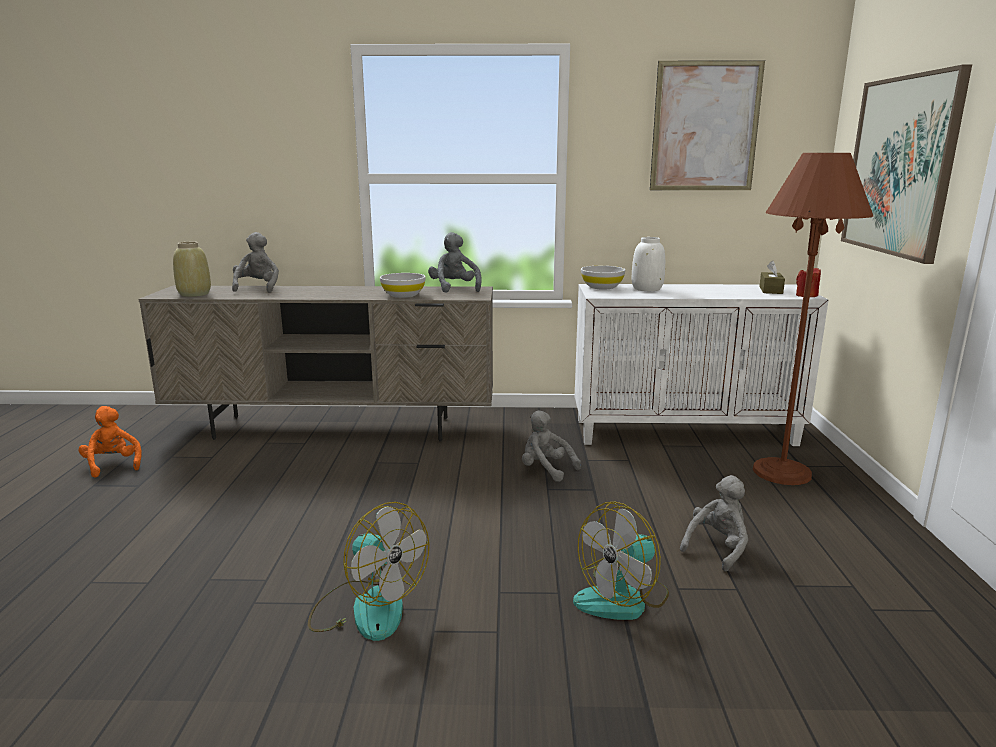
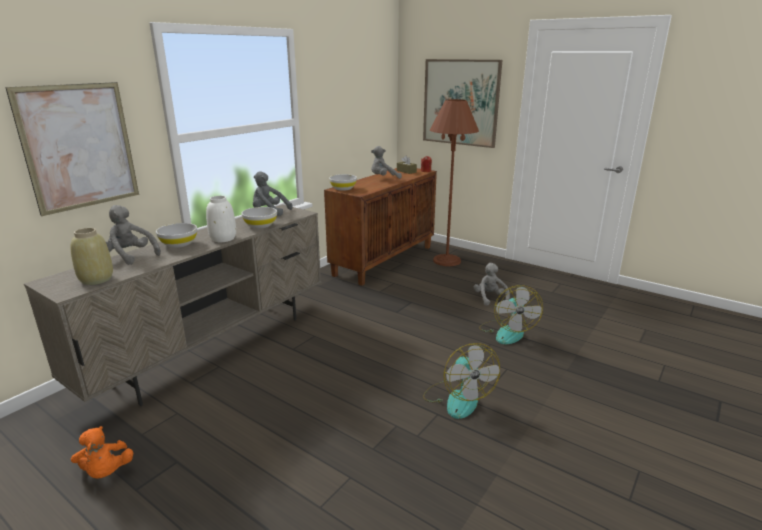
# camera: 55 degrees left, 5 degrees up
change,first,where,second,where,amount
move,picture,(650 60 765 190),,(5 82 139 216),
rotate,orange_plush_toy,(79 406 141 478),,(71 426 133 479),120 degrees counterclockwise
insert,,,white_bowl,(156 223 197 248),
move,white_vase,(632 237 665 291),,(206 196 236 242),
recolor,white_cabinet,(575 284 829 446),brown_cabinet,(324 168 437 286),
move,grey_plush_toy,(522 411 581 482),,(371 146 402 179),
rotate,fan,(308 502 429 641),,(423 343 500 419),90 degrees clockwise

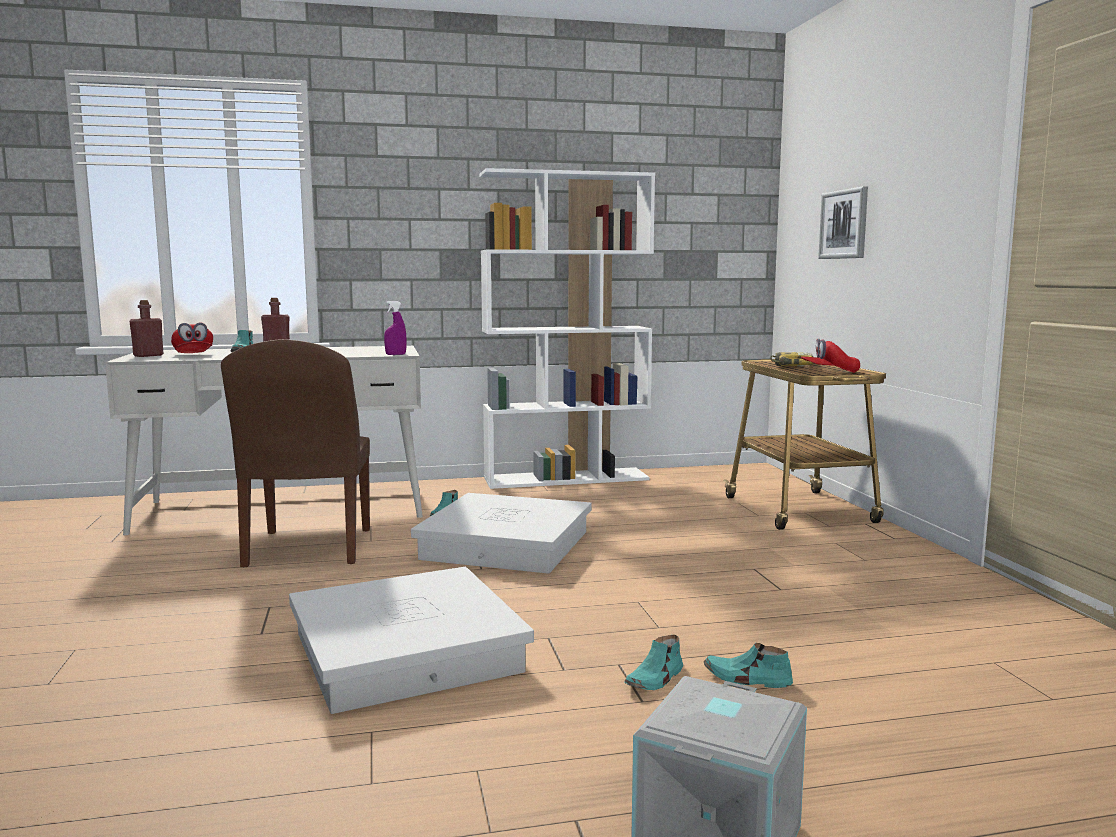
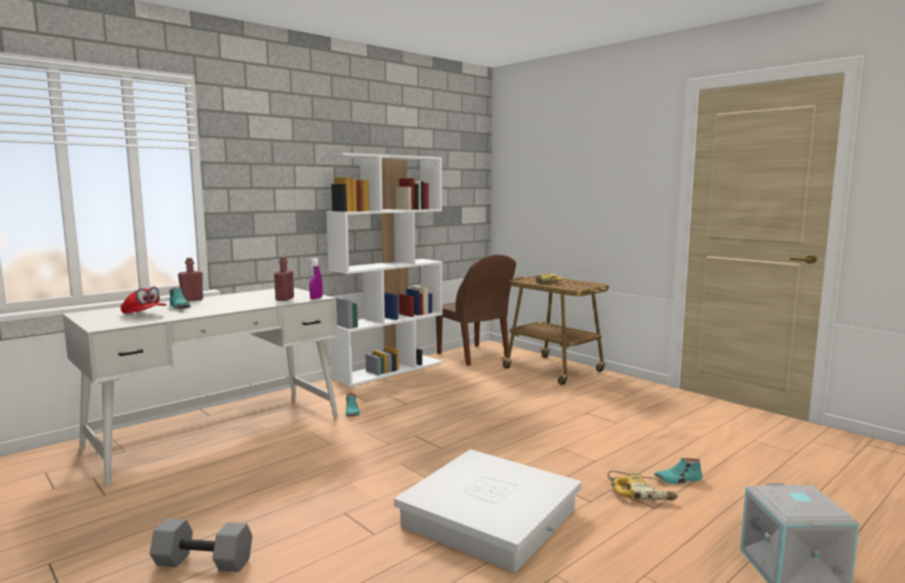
# camera: 30 degrees left, 0 degrees up
change,first,where,second,where,amount
insert,,,grey_dumbbell,(150 518 253 572),
move,red_bottle,(129 300 163 357),,(274 257 294 301),
move,brown_chair,(221 339 370 567),,(436 255 516 366),
replace,turquoise_shoe,(624 635 683 690),power_drill,(607 471 678 501),
delete,white_storage_box,(411 493 592 574),,,
delete,red_cap,(801 338 860 373),,,
delete,picture,(818 186 868 259),,,

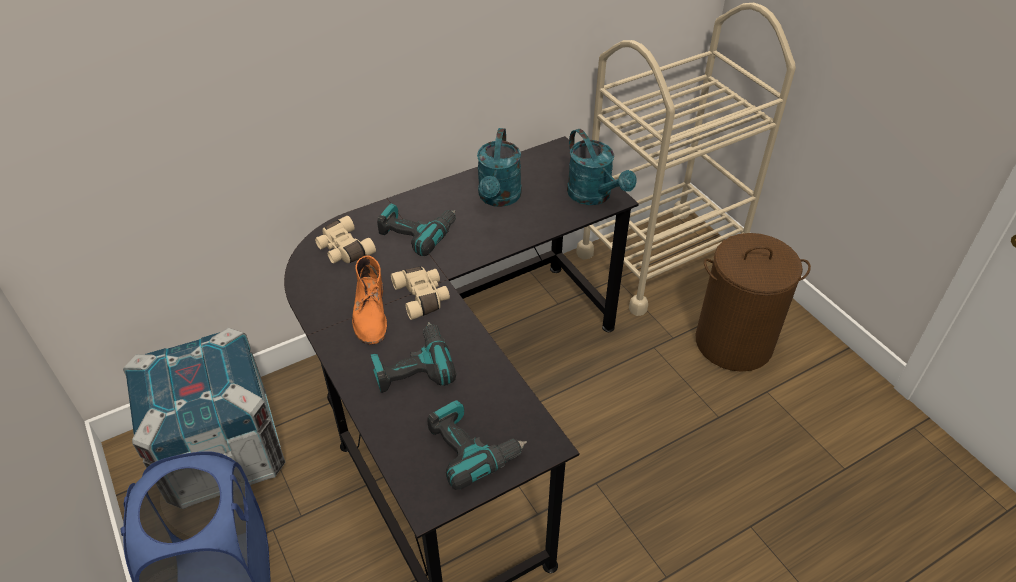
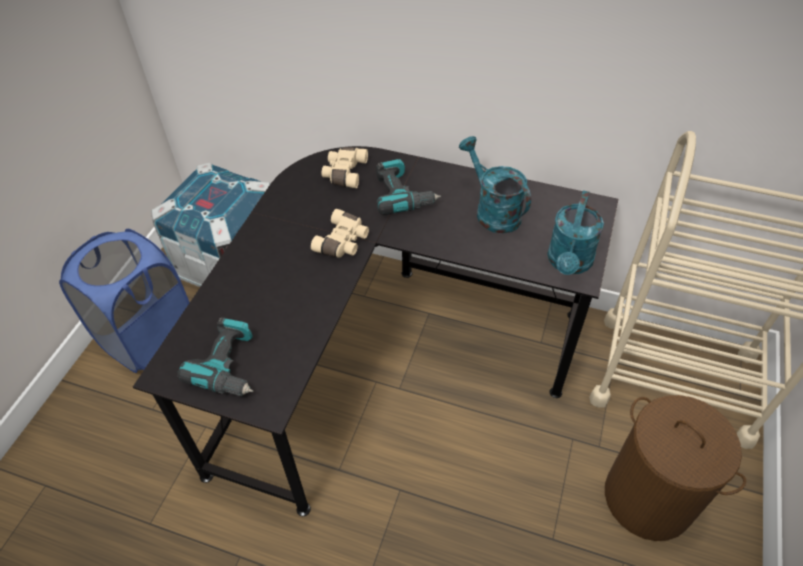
# camera: 50 degrees right, 5 degrees up
change,first,where,second,where,amount
rotate,turquoise_watering_can,(477 128 522 207),,(459 136 531 234),90 degrees clockwise
delete,orange_boot,(352 255 387 345),,,
delete,power_drill,(371 322 456 393),,,

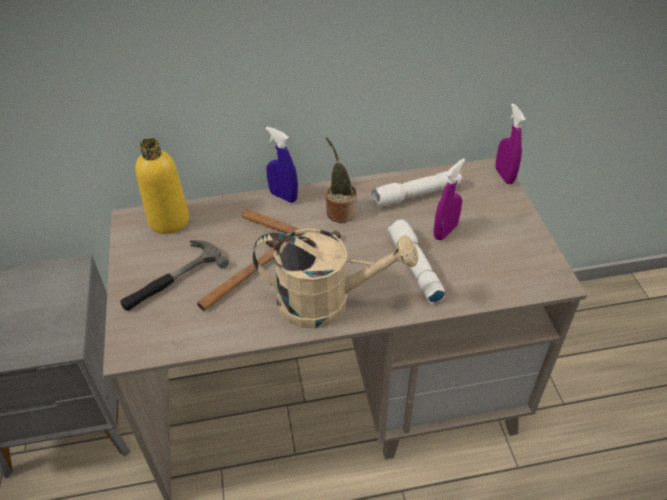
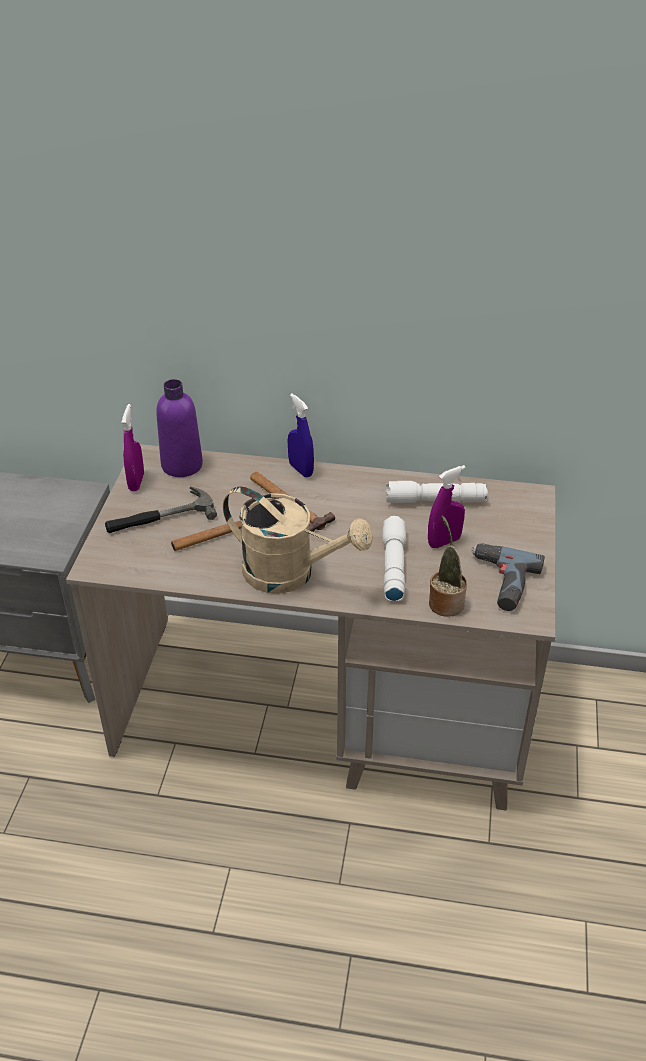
# camera: 20 degrees right, 5 degrees down
change,first,where,second,where,amount
move,purple_spray_bottle,(495 103 526 184),,(121 404 144 491),
recolor,yellow_bottle,(135 138 189 234),purple_bottle,(156 379 203 477),
move,potted_plant,(325 137 357 223),,(429 516 467 617),
insert,,,power_drill,(472 543 545 611),

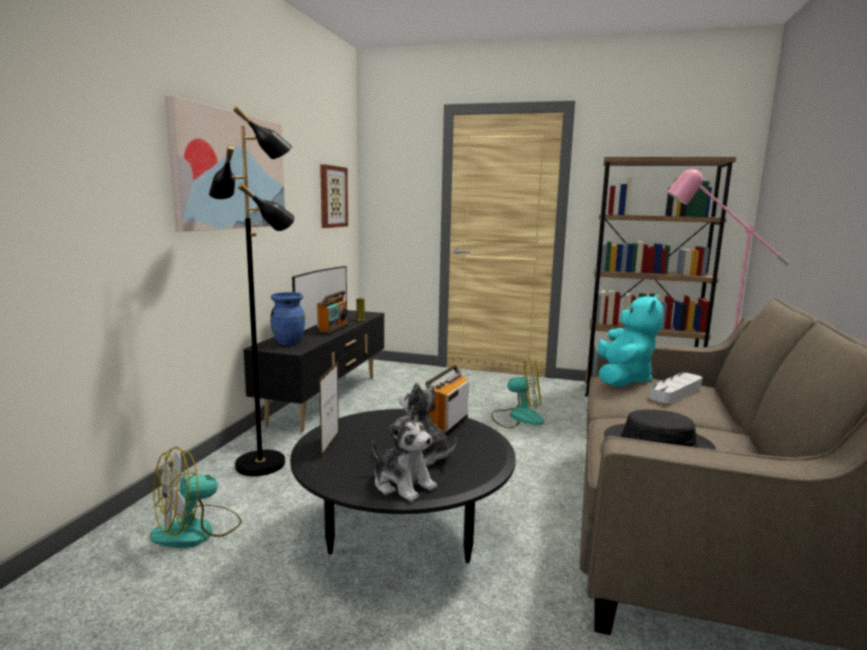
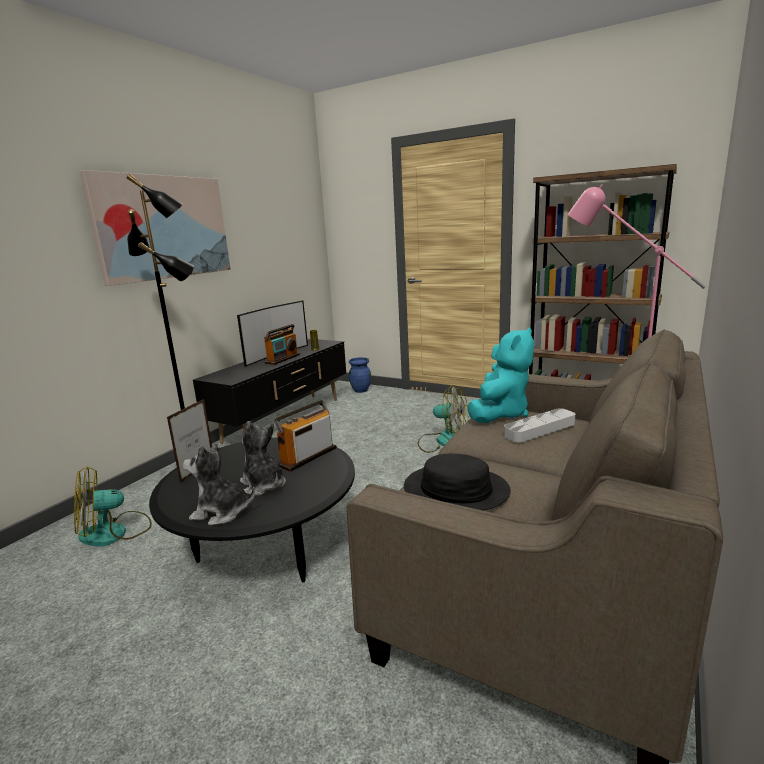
# camera: 15 degrees right, 5 degrees up
change,first,where,second,where,amount
rotate,plush_toy,(372 405 437 502),,(183 443 255 526),135 degrees clockwise
move,blue_vase,(270 292 305 345),,(349 357 371 393),
delete,picture,(320 164 348 228),,,

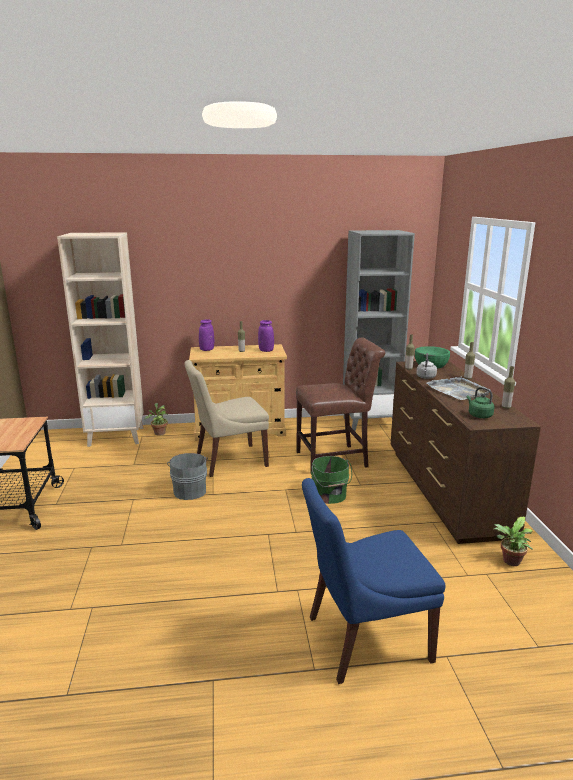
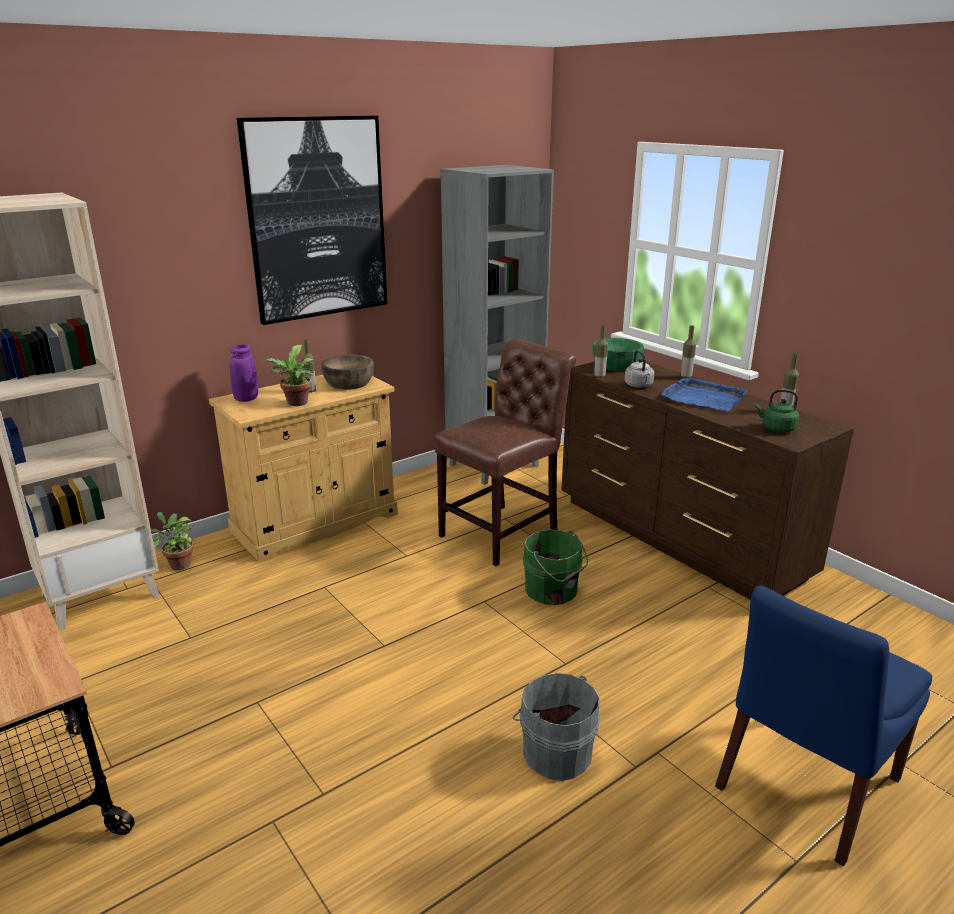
# camera: 30 degrees left, 5 degrees up
change,first,where,second,where,amount
insert,,,picture,(237 116 387 325),
move,potted_plant,(494 516 533 566),,(263 345 314 406),
replace,purple_vase,(258 320 274 352),brown_bowl,(321 355 374 390),
move,grey_bucket,(167 453 208 500),,(513 673 600 781),
recolor,grey_tray,(426 377 490 400),blue_tray,(661 376 747 411),
delete,beige_chair,(184 360 269 477),,,

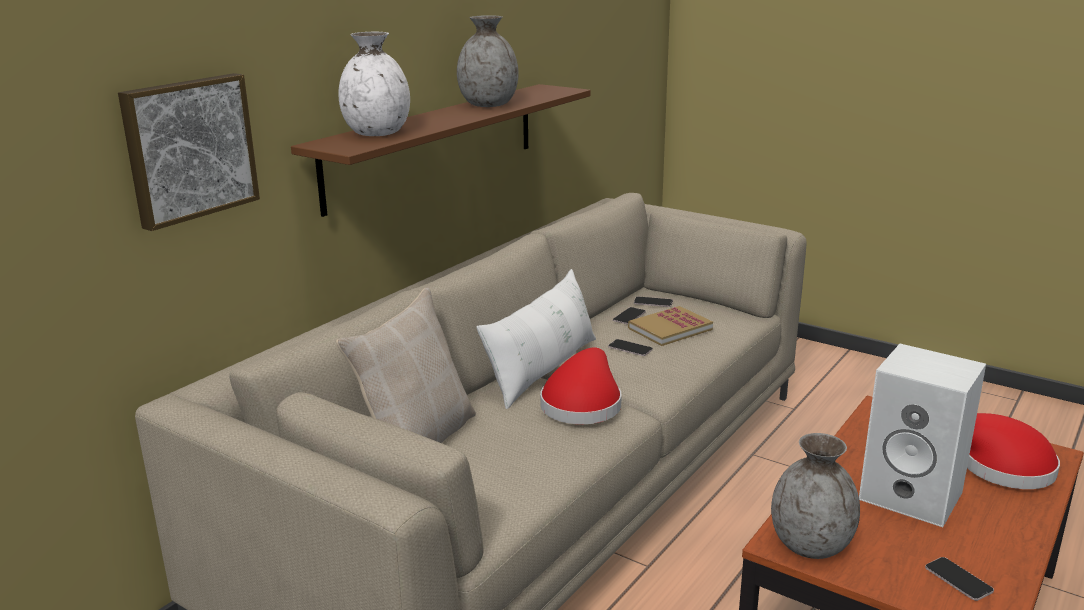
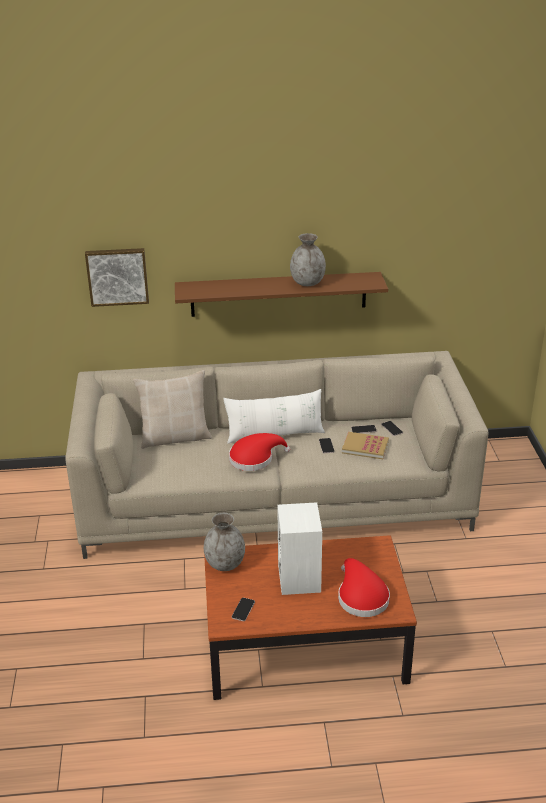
# camera: 50 degrees right, 10 degrees up
change,first,where,second,where,amount
delete,white_vase,(338 32 410 136),,,

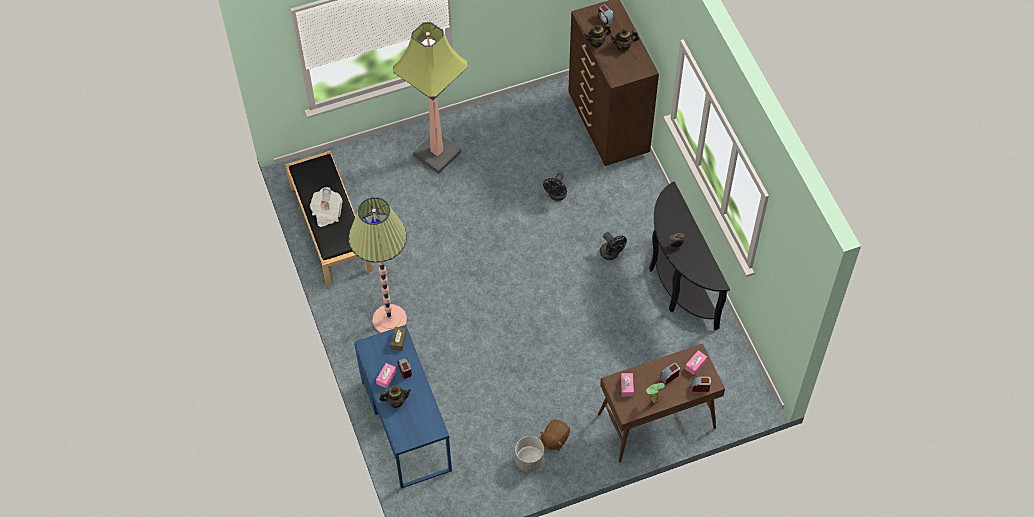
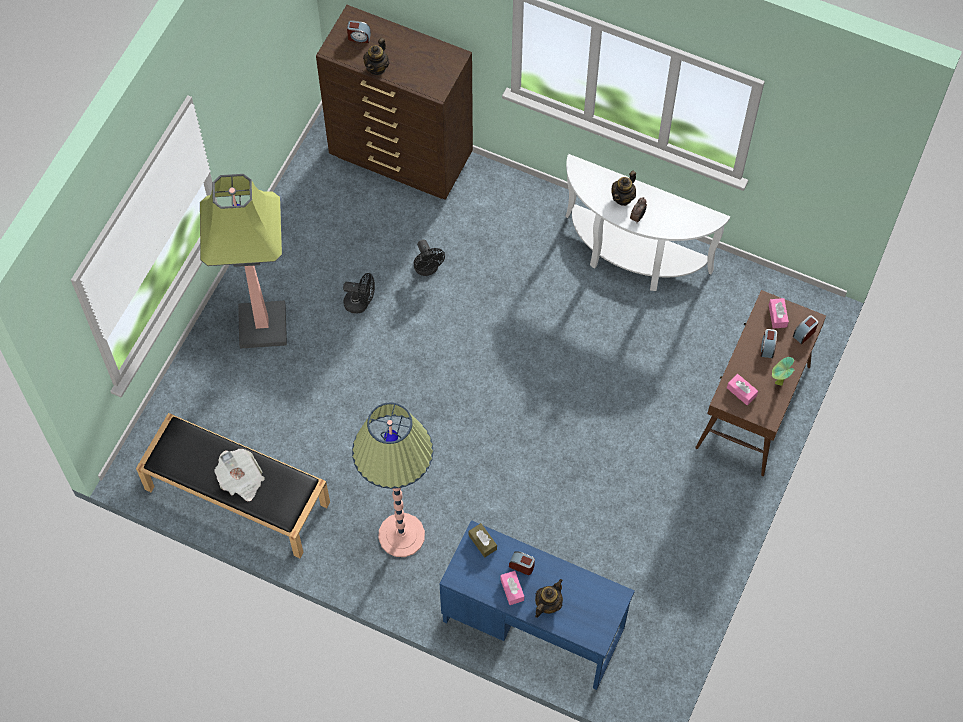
# camera: 45 degrees left, 5 degrees up
change,first,where,second,where,amount
move,black_fan,(600 232 627 260),,(343 273 375 314),
recolor,black_console_table,(649 181 730 330),white_console_table,(565 154 730 291),
move,teapot,(610 29 639 52),,(611 171 636 206),
delete,grey_planter,(515 436 544 472),,,
delete,brown_plush_toy,(540 419 570 451),,,

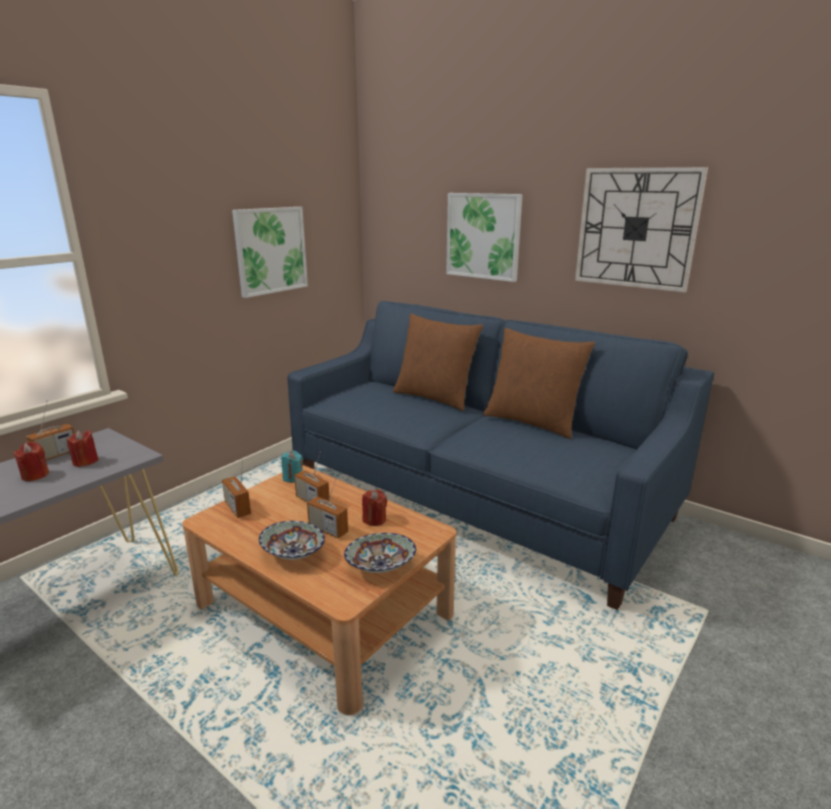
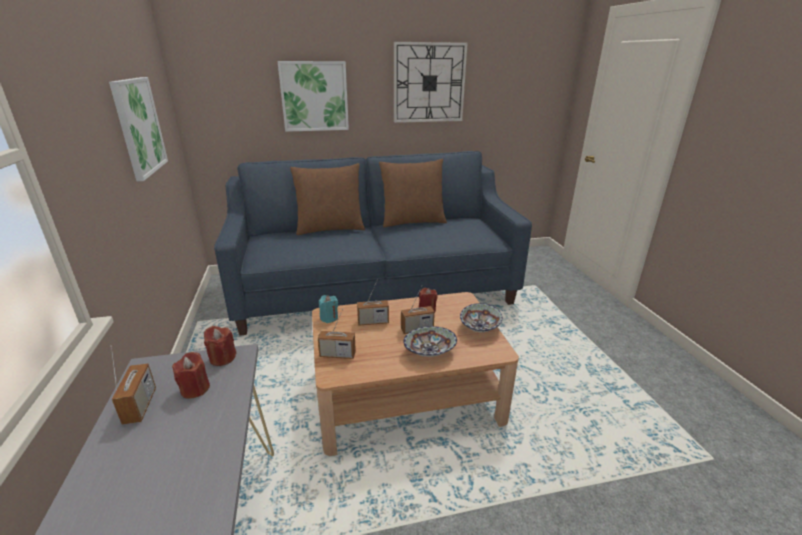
# camera: 50 degrees left, 5 degrees up
change,first,where,second,where,amount
move,red_candle,(13 442 49 481),,(204 326 236 366),

